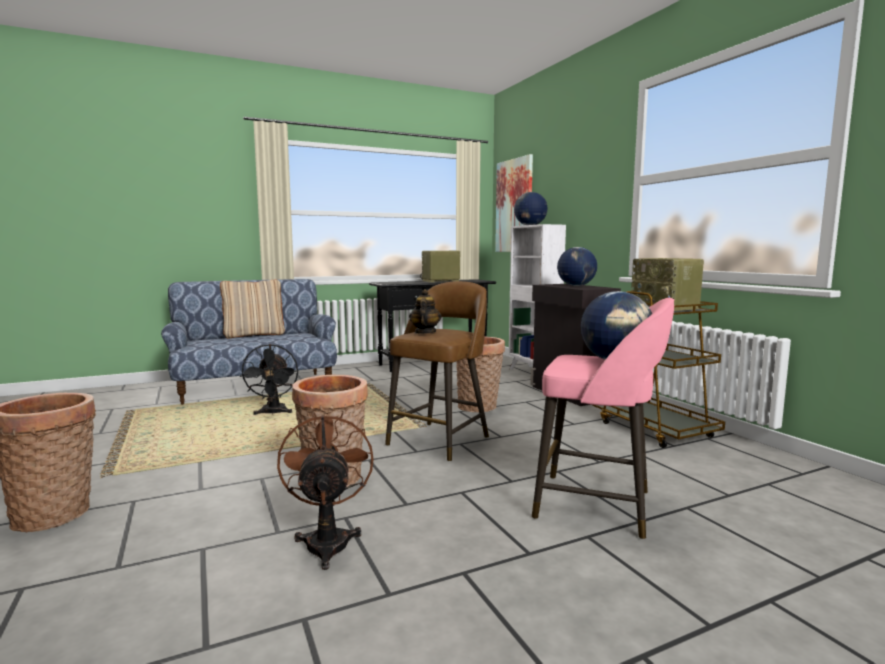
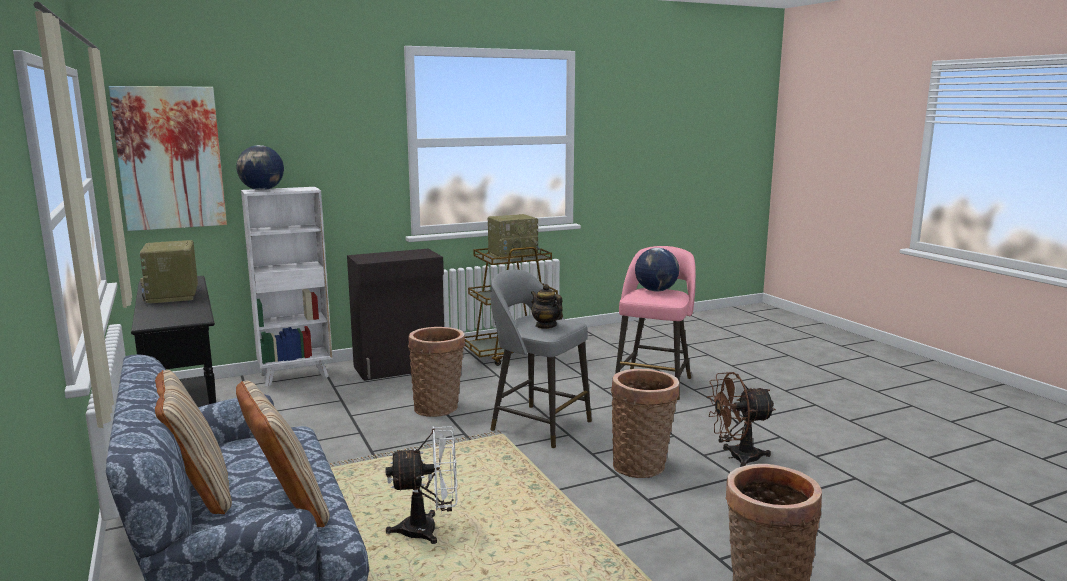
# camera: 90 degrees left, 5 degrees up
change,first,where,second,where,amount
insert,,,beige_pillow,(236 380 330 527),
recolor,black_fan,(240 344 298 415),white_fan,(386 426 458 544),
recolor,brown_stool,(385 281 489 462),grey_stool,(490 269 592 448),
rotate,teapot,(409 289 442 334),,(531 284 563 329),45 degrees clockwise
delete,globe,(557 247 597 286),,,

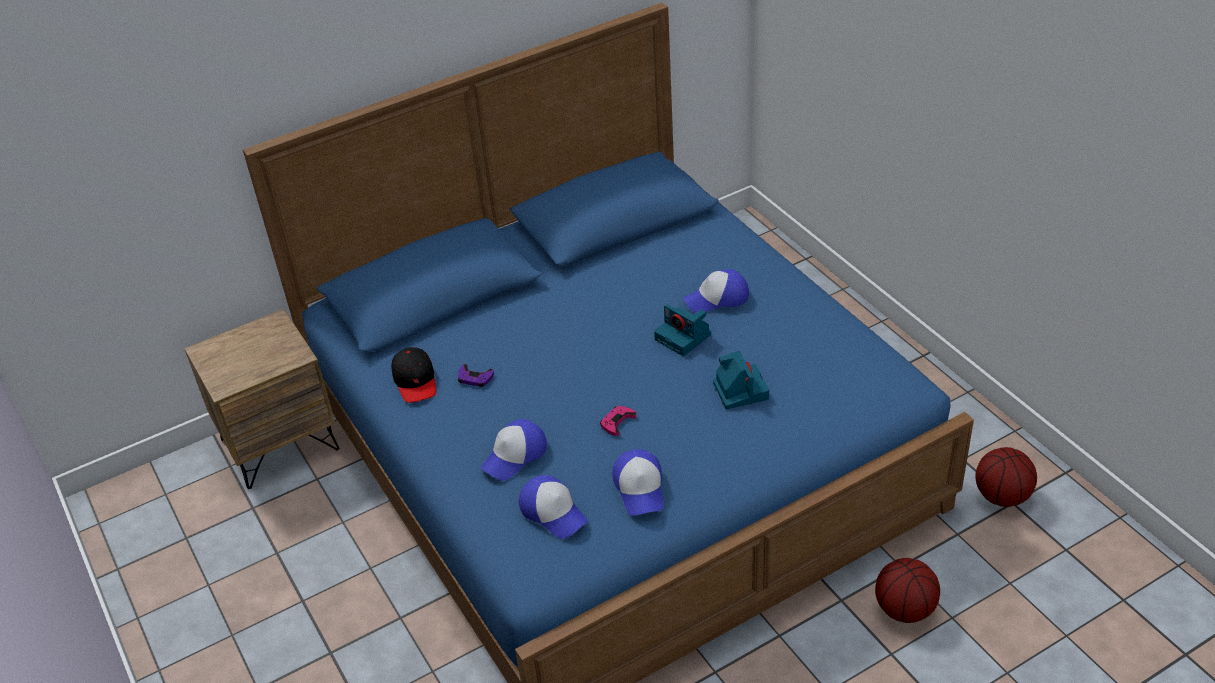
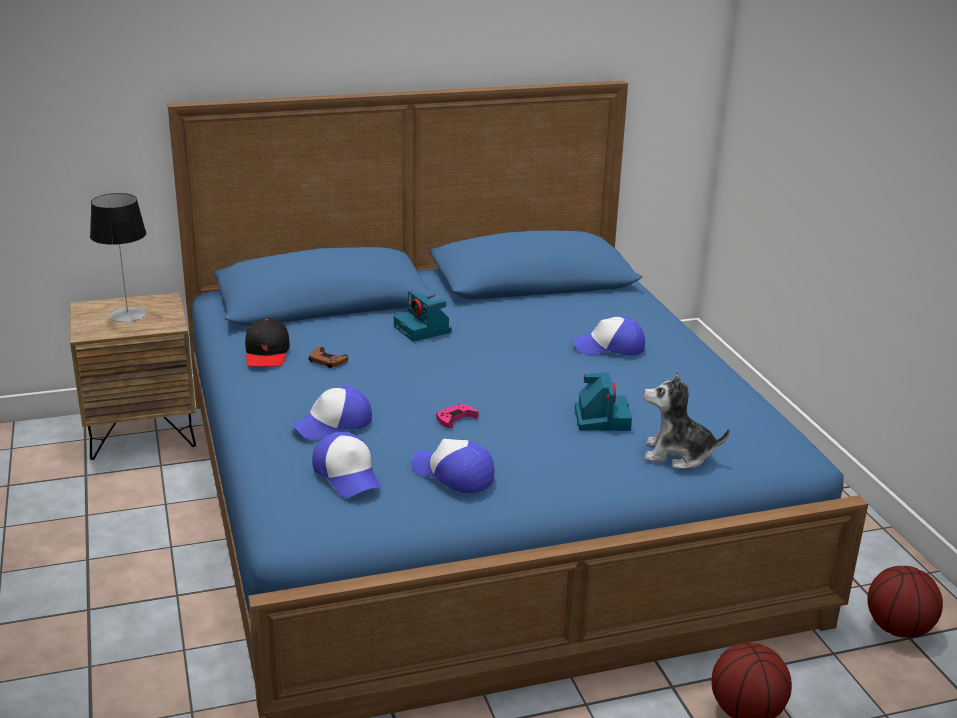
# camera: 10 degrees right, 15 degrees down
change,first,where,second,where,amount
insert,,,table_lamp,(90 193 146 322),
recolor,purple_game_controller,(458 364 494 387),brown_game_controller,(308 347 348 368),
move,photo_camera,(654 304 711 356),,(394 290 452 342),
rotate,cap,(612 449 663 516),,(411 439 495 493),120 degrees clockwise
insert,,,plush_toy,(643 371 730 469),

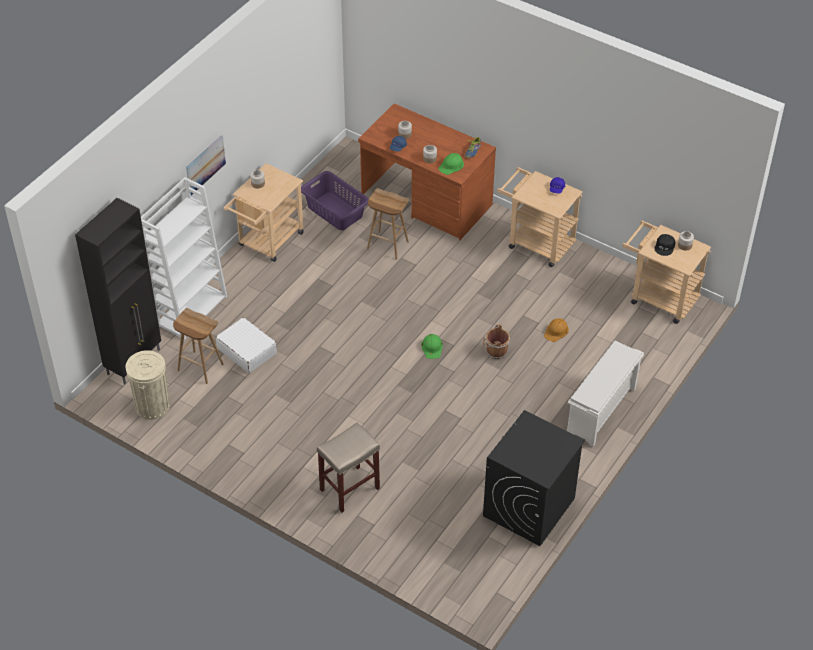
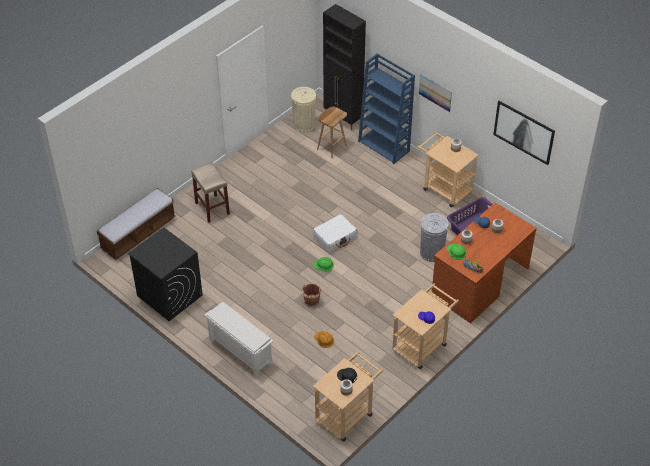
# camera: 100 degrees right, 0 degrees up
change,first,where,second,where,amount
insert,,,bench,(97 188 175 260),
move,white_suitcase,(215 318 277 373),,(313 214 357 253),
recolor,white_bookcase,(141 177 227 340),blue_bookcase,(358 53 415 164),
replace,brown_stool,(367 188 409 260),grey_trash_can,(420 213 449 262),
insert,,,picture,(493 101 555 165),

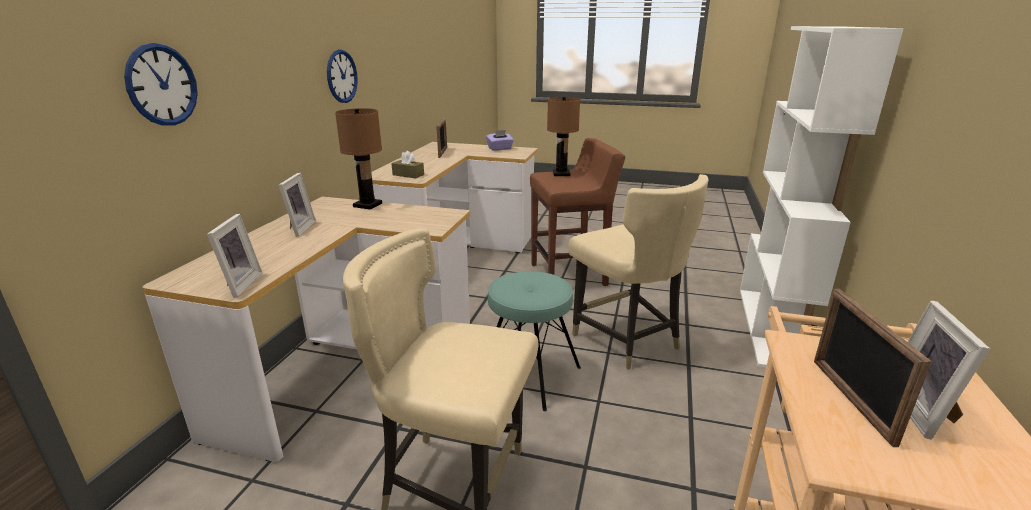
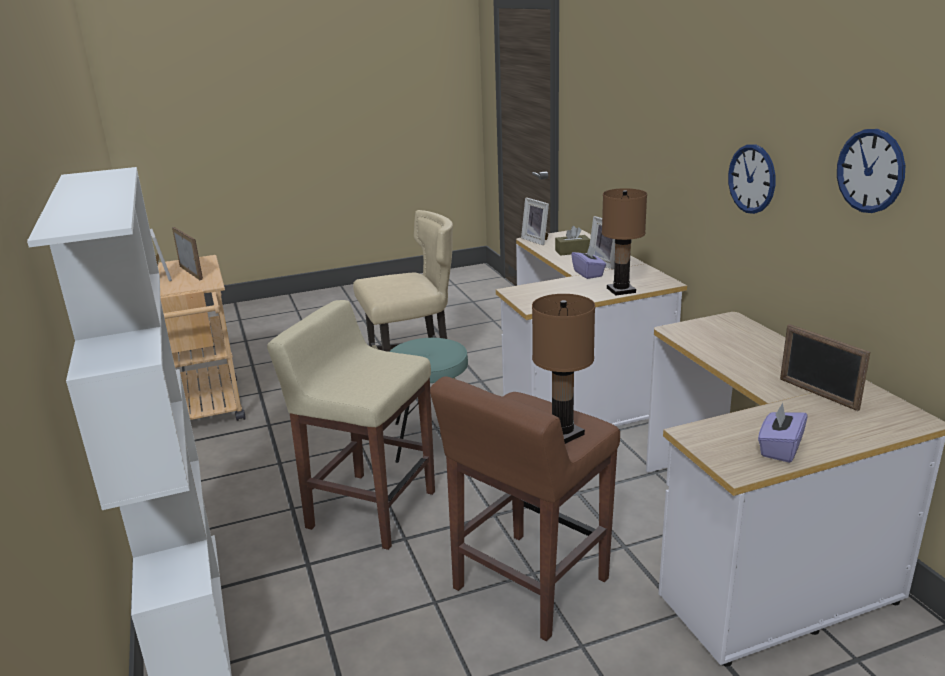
# camera: 145 degrees right, 0 degrees up
change,first,where,second,where,amount
replace,beige_chair,(568 174 709 370),beige_stool,(267 300 435 550),
move,brown_tissue_box,(391 151 424 178),,(555 226 590 256),
insert,,,purple_tissue_box,(571 245 606 279),
move,wall_clock,(124 43 198 126),,(837 129 906 213),

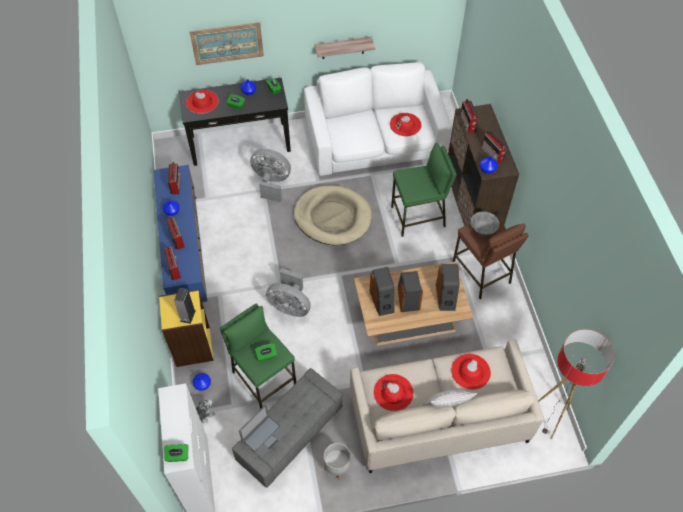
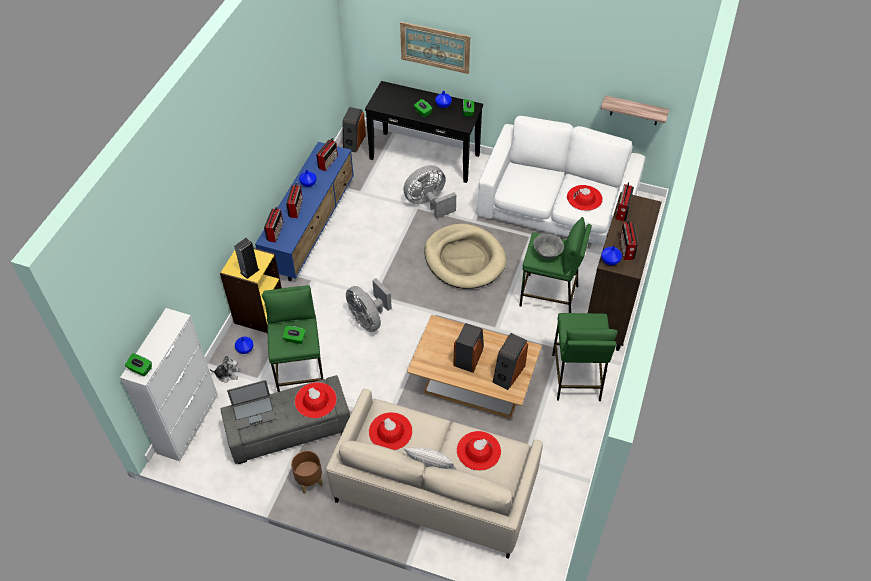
# camera: 30 degrees right, 5 degrees down
change,first,where,second,where,amount
recolor,grey_planter,(324 443 350 480),brown_planter,(291 451 323 494),
move,red_hat,(186 90 219 114),,(295 382 337 418),
move,speaker,(370 267 395 316),,(343 107 366 152),
rotate,grey_fan,(250 149 291 203),,(403 165 456 219),75 degrees counterclockwise
move,grey_bowl,(470 212 499 235),,(533 234 564 259),
recolor,brown_stool,(453 213 529 299),green_stool,(552 313 618 401),
move,shelf,(314 37 375 59),,(601 95 669 125),
delete,floor_lamp,(538 329 615 439),,,

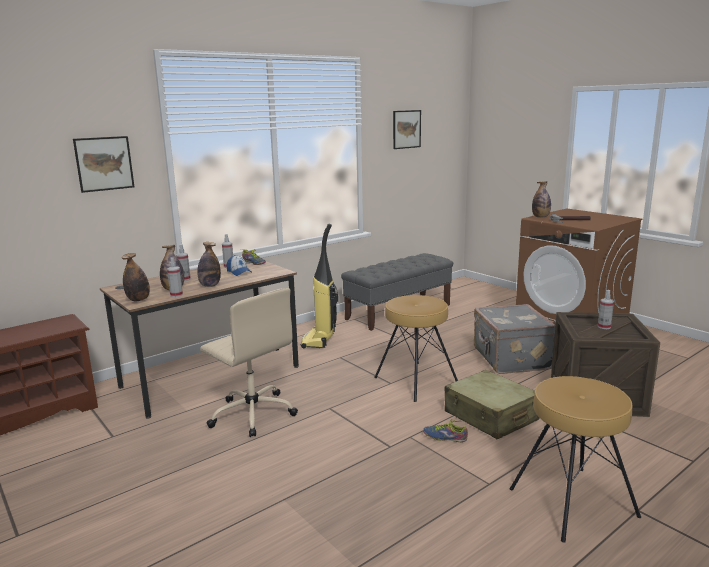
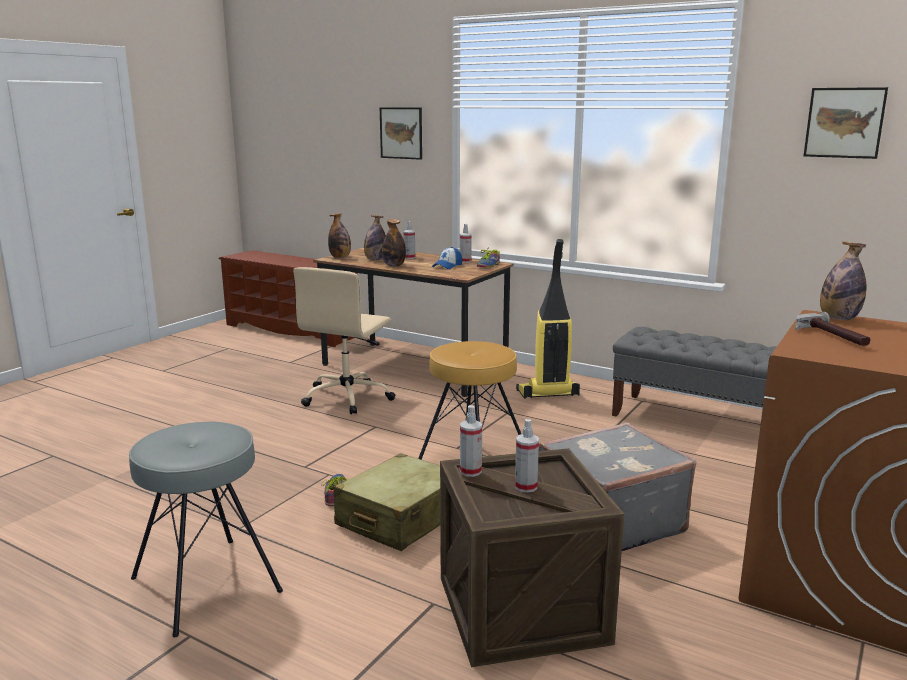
# camera: 70 degrees right, 0 degrees up
change,first,where,second,where,amount
recolor,brown_stool,(510 376 641 543),grey_stool,(129 422 283 637),
move,spray_bottle,(167 258 183 297),,(460 405 482 477),

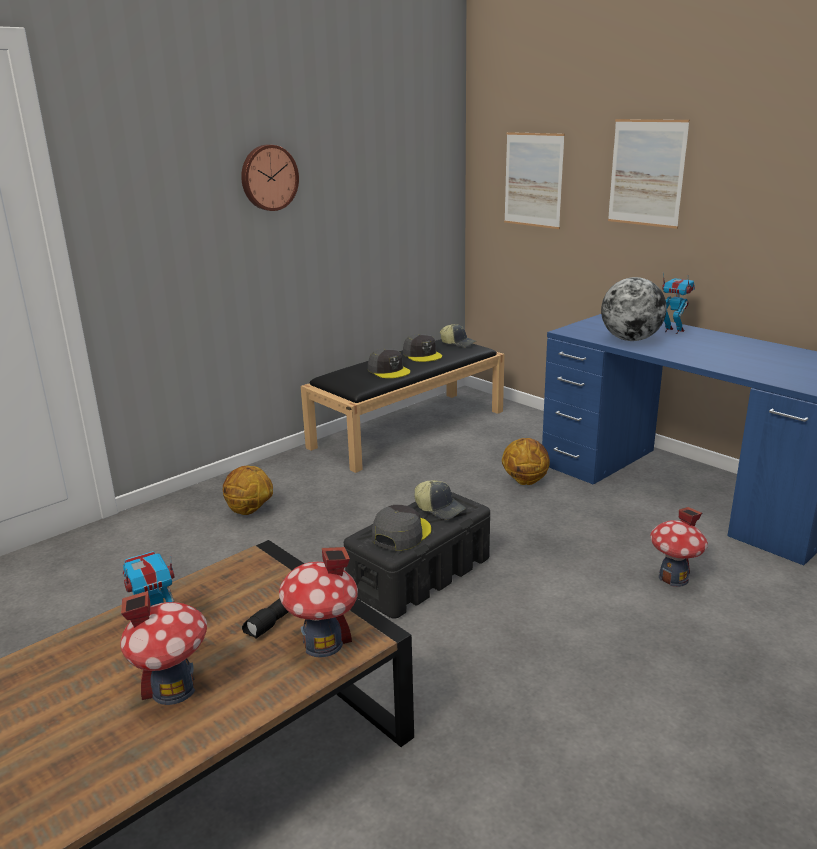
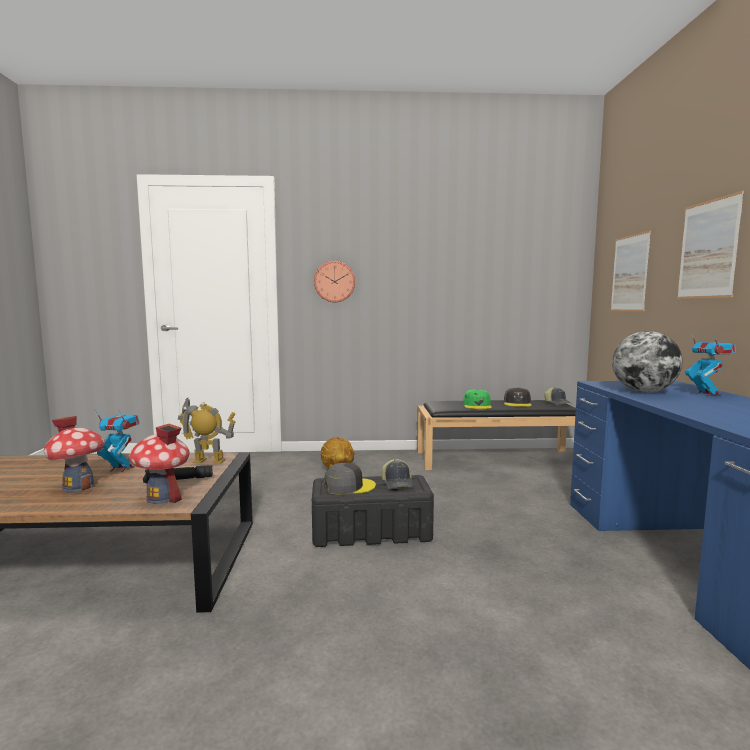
# camera: 40 degrees right, 15 degrees down
change,first,where,second,where,amount
insert,,,toy_robot,(178 398 236 464),
move,wall_clock,(241 145 299 211),,(314 261 355 302),
recolor,grey_cap,(368 348 410 378),green_cap,(463 389 492 409),
delete,basketball,(502 438 550 485),,,
delete,toy_house,(650 507 708 587),,,

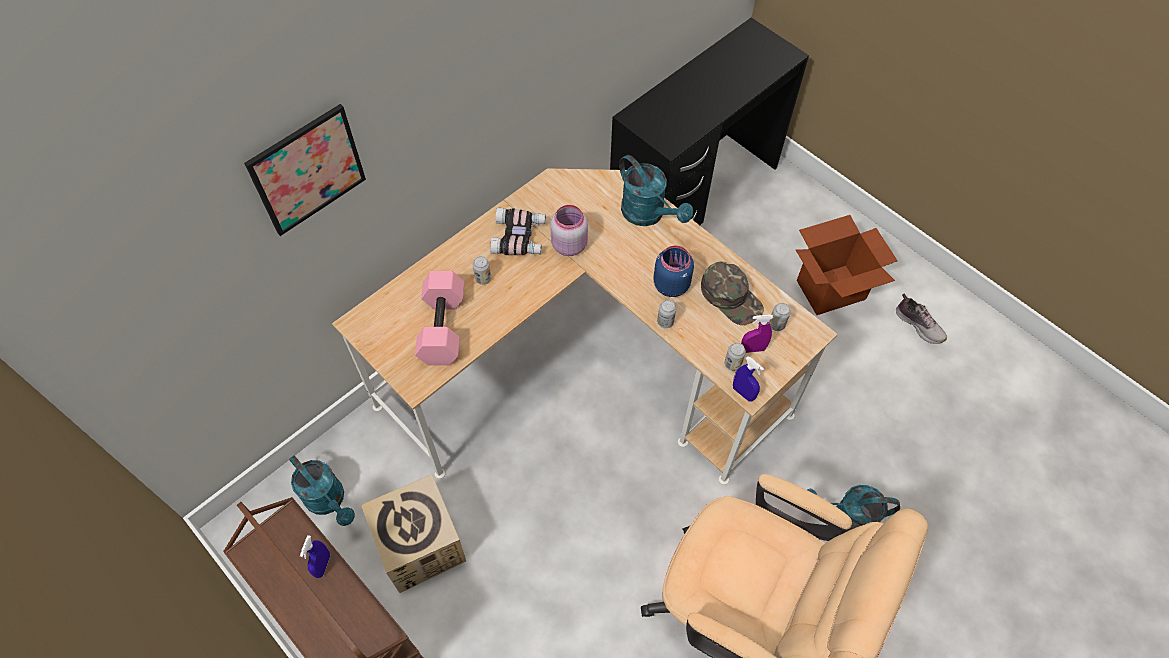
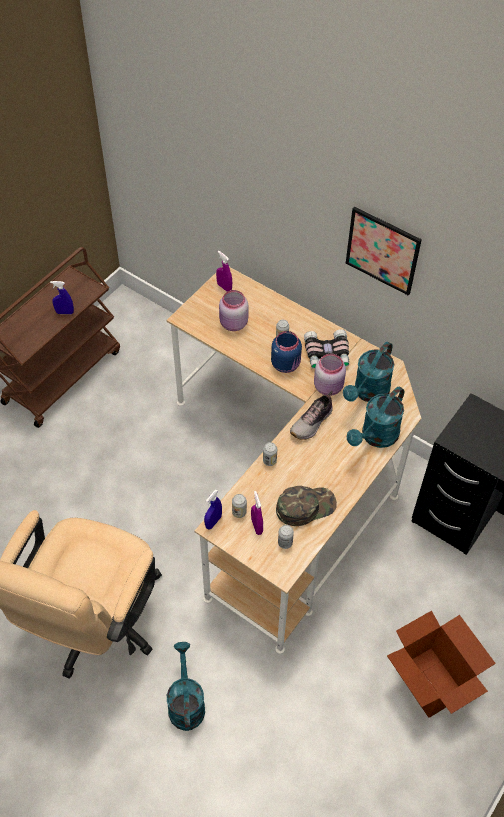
# camera: 80 degrees right, 5 degrees down
change,first,where,second,where,amount
insert,,,purple_spray_bottle,(216 251 232 292),
replace,pink_dumbbell,(415 271 465 365),pink_jar,(219 290 248 331),
move,blue_jar,(653 246 694 297),,(271 331 302 373),
rotate,green_cap,(701 262 764 325),,(276 486 337 526),150 degrees counterclockwise
move,shoe,(896 294 947 344),,(290 391 333 440),
move,turquoise_watering_can,(289 455 355 526),,(343 342 394 402),
move,picture,(244 104 366 236),,(346 207 422 296),
delete,cardboard_box,(361 474 466 593),,,

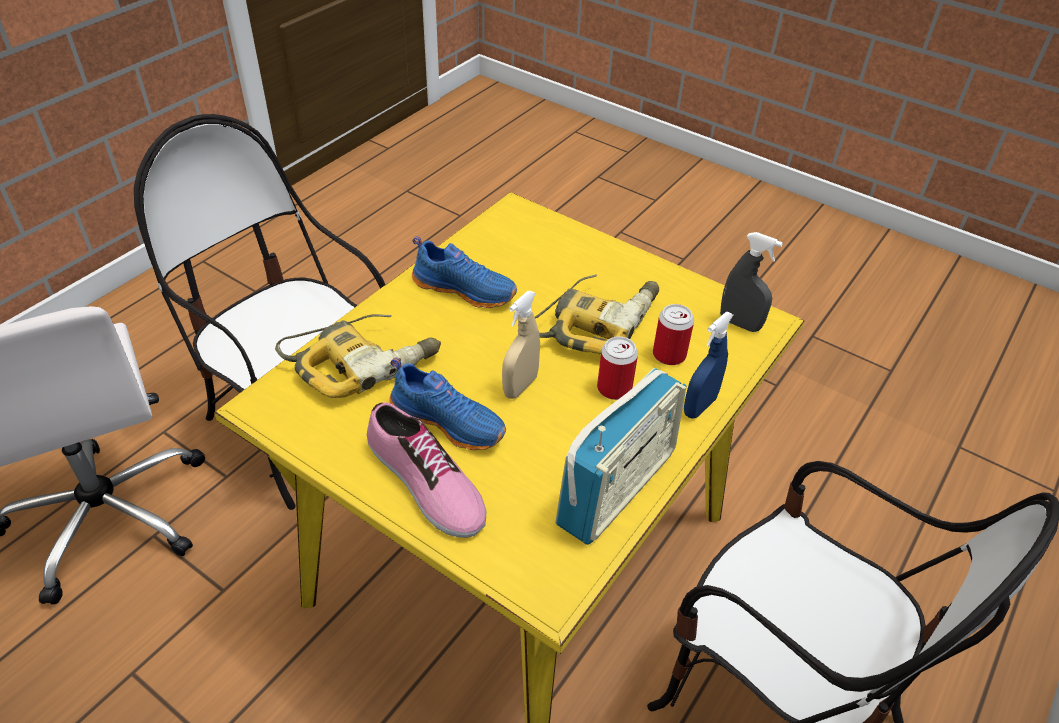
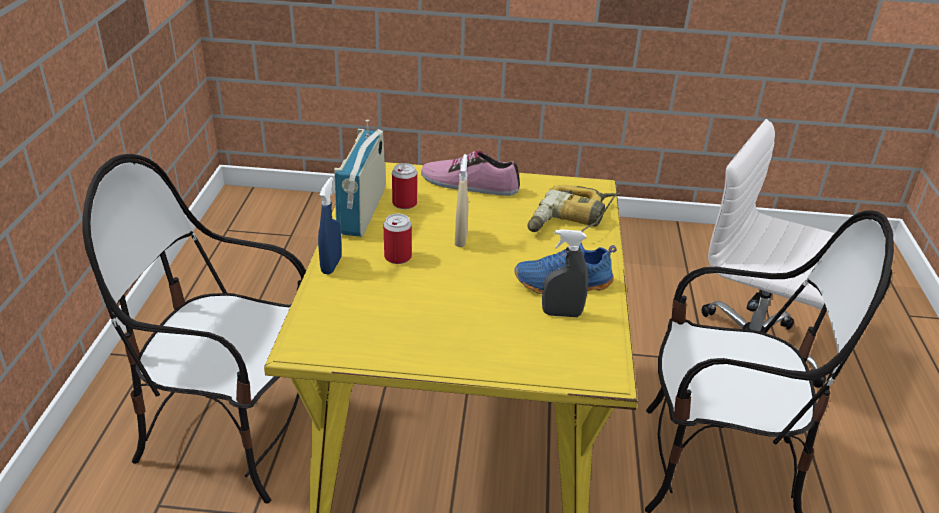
# camera: 150 degrees right, 10 degrees down
change,first,where,second,where,amount
move,can,(653 304 694 365),,(392 163 417 209),
move,grey_spray_bottle,(720 232 783 332),,(542 229 588 317),
delete,blue_shoe,(389 358 506 450),,,
delete,power_drill,(535 274 659 355),,,

